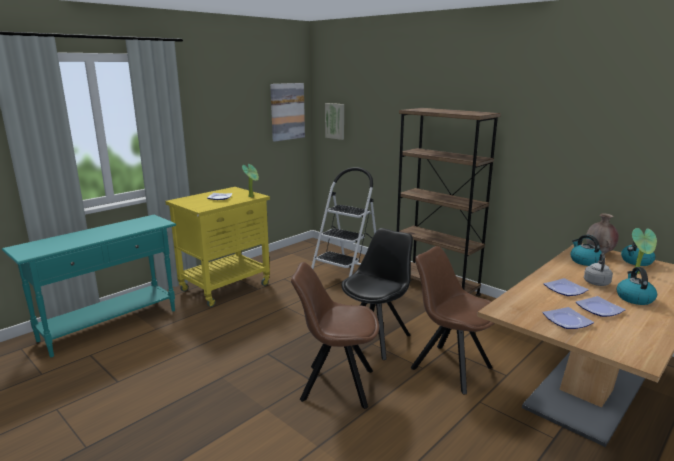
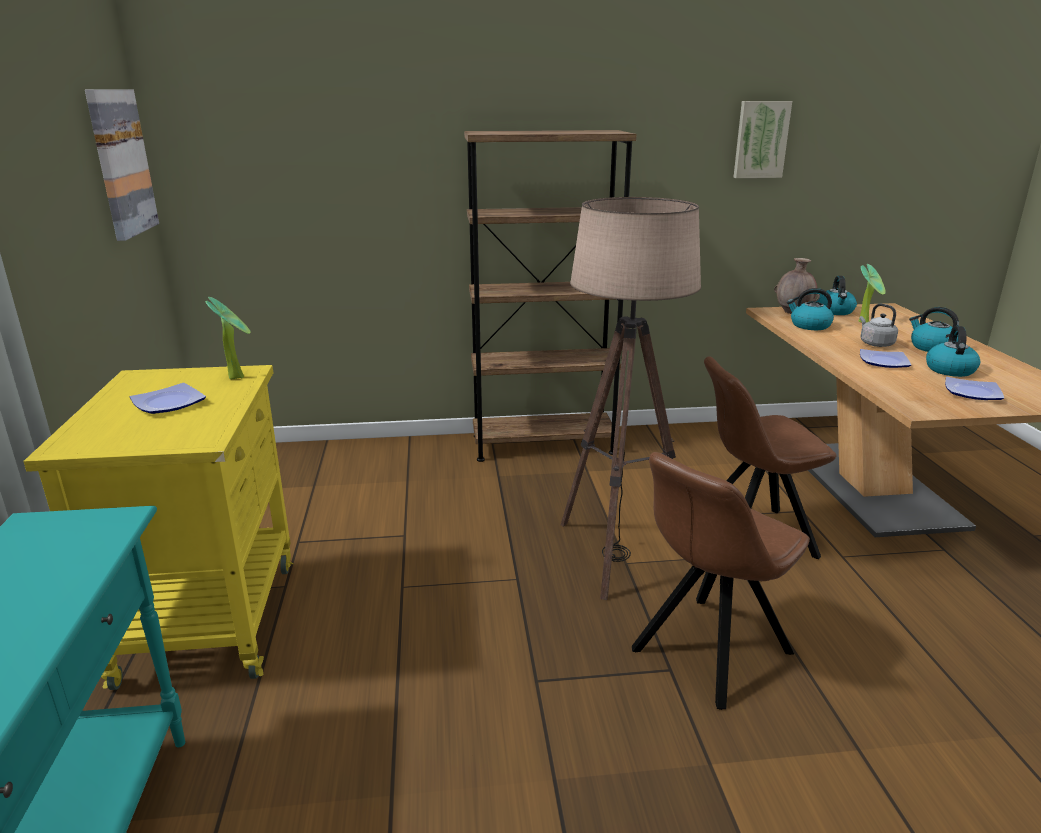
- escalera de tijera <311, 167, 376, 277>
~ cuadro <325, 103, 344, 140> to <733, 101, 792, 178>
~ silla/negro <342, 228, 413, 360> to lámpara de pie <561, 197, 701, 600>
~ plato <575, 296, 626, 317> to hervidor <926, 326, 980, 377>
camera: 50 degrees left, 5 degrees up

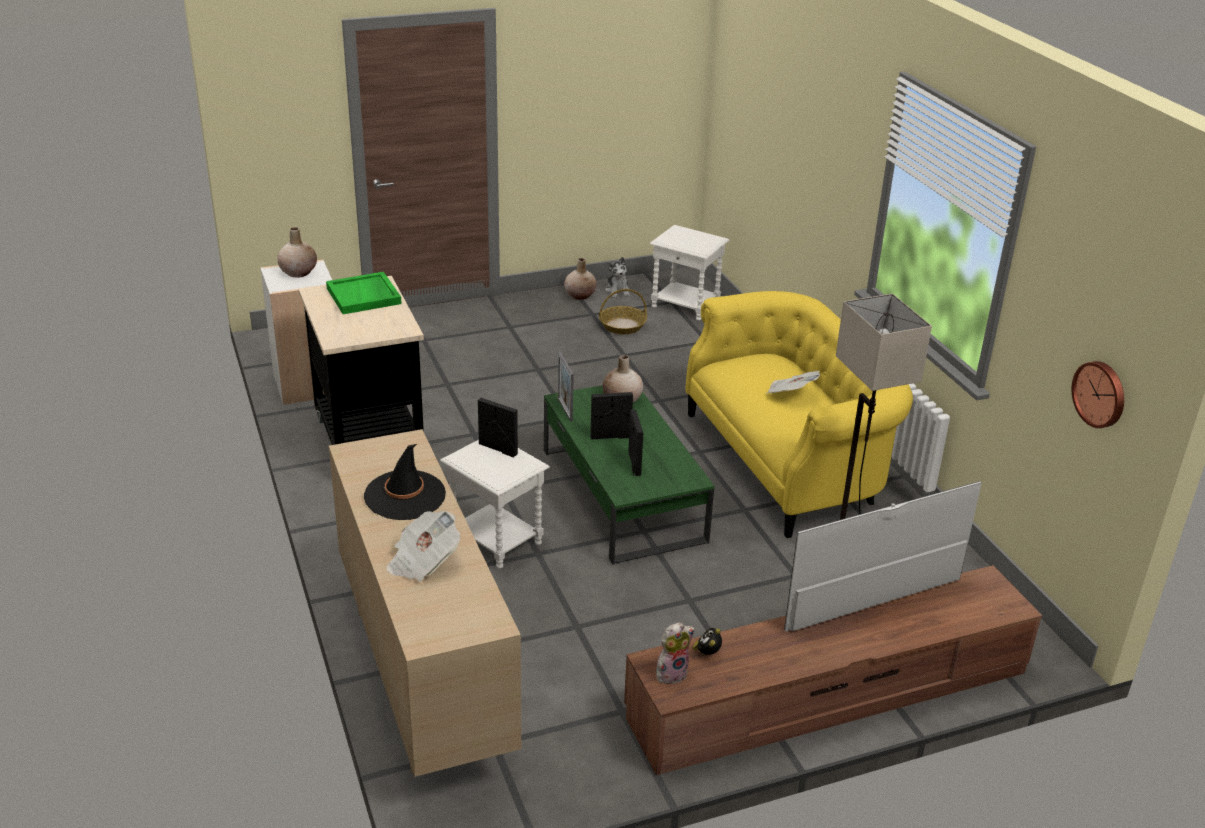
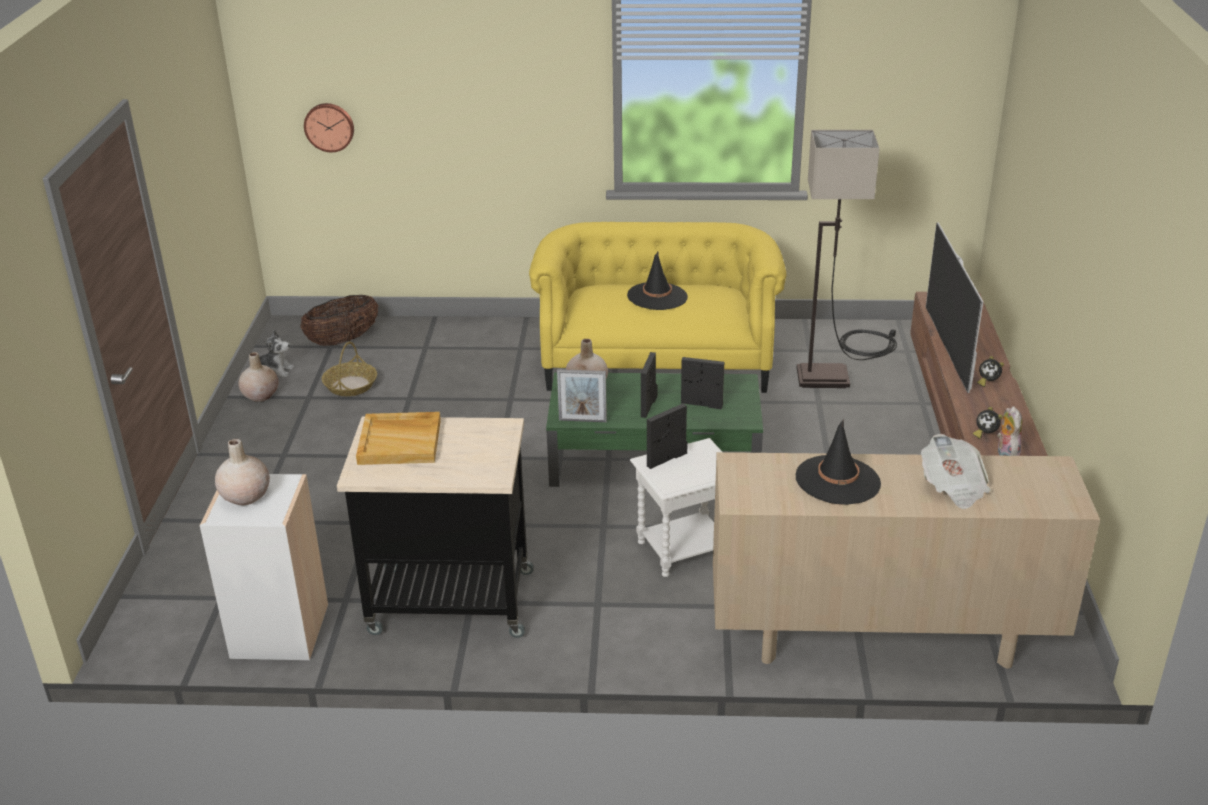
~ bandeja/verde <326, 272, 402, 314> to bandeja/beis <356, 412, 441, 465>
~ mesa auxiliar/blanco <650, 225, 729, 320> to cesta <300, 295, 378, 346>
~ periódico <767, 371, 820, 393> to sombrero/negro <627, 252, 688, 310>
~ reloj de pared <1072, 361, 1124, 428> to <304, 103, 354, 152>
+ despertador <977, 356, 1004, 387>
camera: 65 degrees left, 0 degrees up

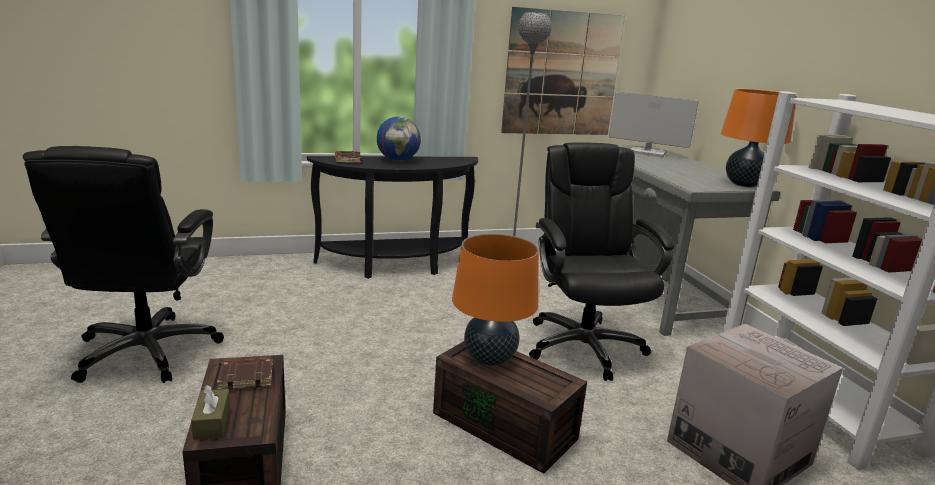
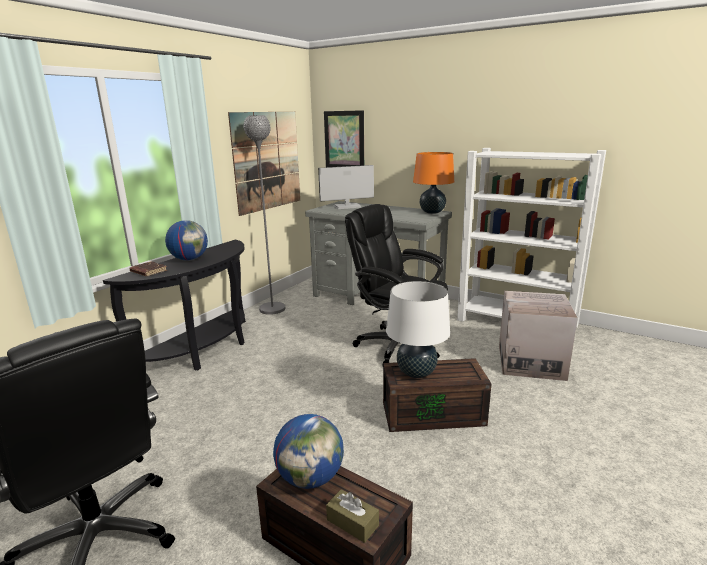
~ libro/marrón <217, 358, 272, 390> to globo terráqueo <273, 414, 344, 489>
~ lámpara de mesa/naranja <452, 234, 539, 365> to lámpara de mesa/blanco <386, 281, 450, 378>
+ cuadro <324, 110, 364, 167>
camera: 40 degrees left, 0 degrees up

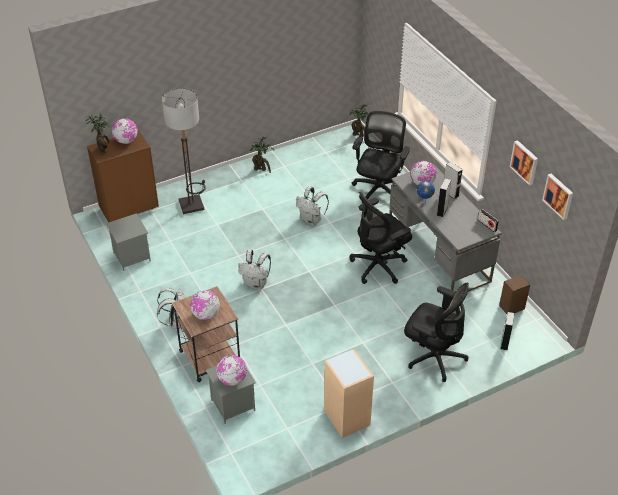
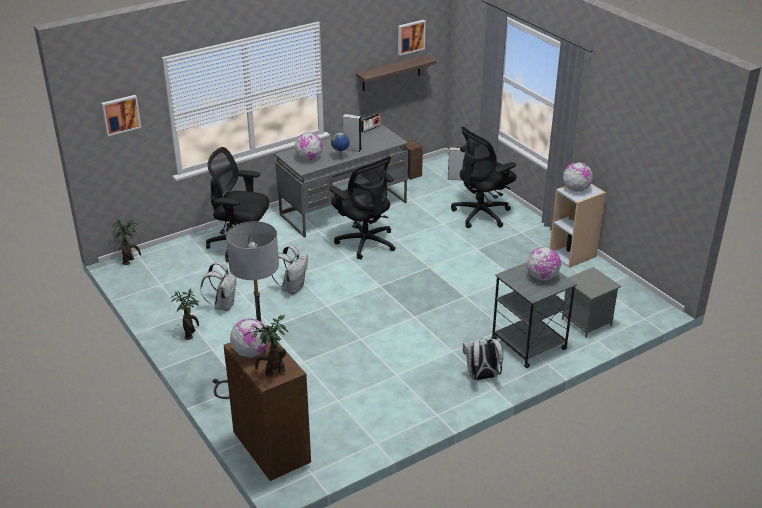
- mesita de noche/gris <106, 213, 151, 271>
~ carrito/marrón <172, 286, 240, 382> to carrito/gris <491, 262, 577, 368>
~ globo terráqueo <216, 355, 247, 386> to <563, 162, 593, 192>
~ mochila/blanco <238, 250, 271, 289> to <200, 262, 237, 311>
~ silla de oficina/negro <404, 283, 469, 382> = <451, 127, 517, 228> 150 degrees counterclockwise
- altavoz/gris <444, 162, 463, 199>
~ cuadro <510, 140, 538, 186> to <101, 95, 141, 136>
+ estante <356, 55, 437, 91>
camera: 95 degrees left, 10 degrees down

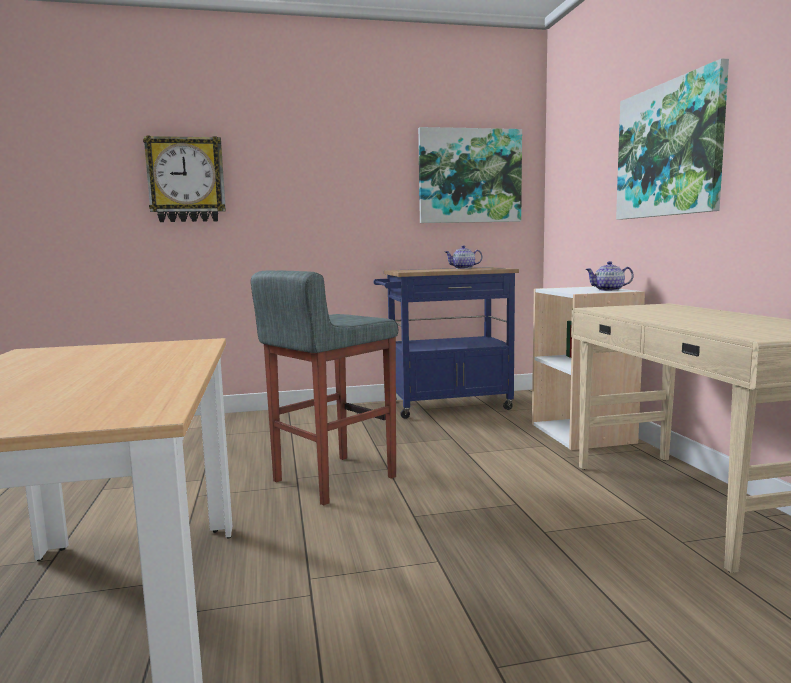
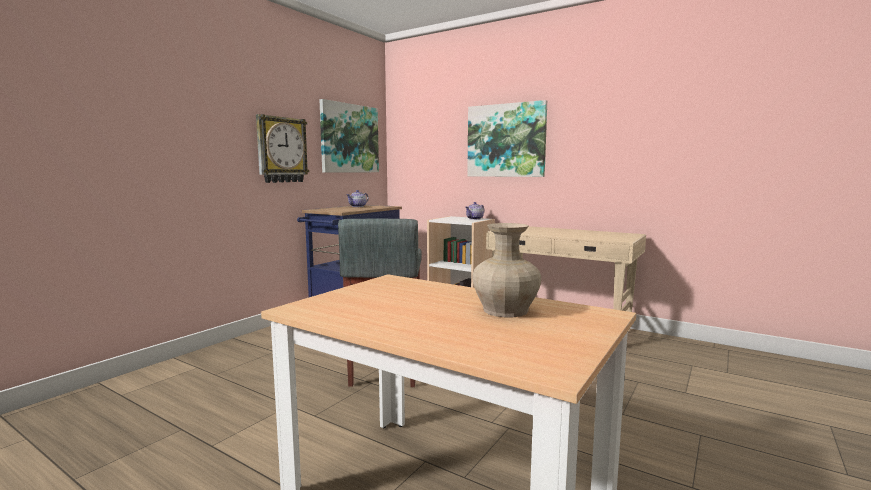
~ reloj de pared <143, 135, 226, 222> to <256, 114, 309, 183>
+ florero/beis <472, 223, 541, 317>
camera: 45 degrees left, 0 degrees up

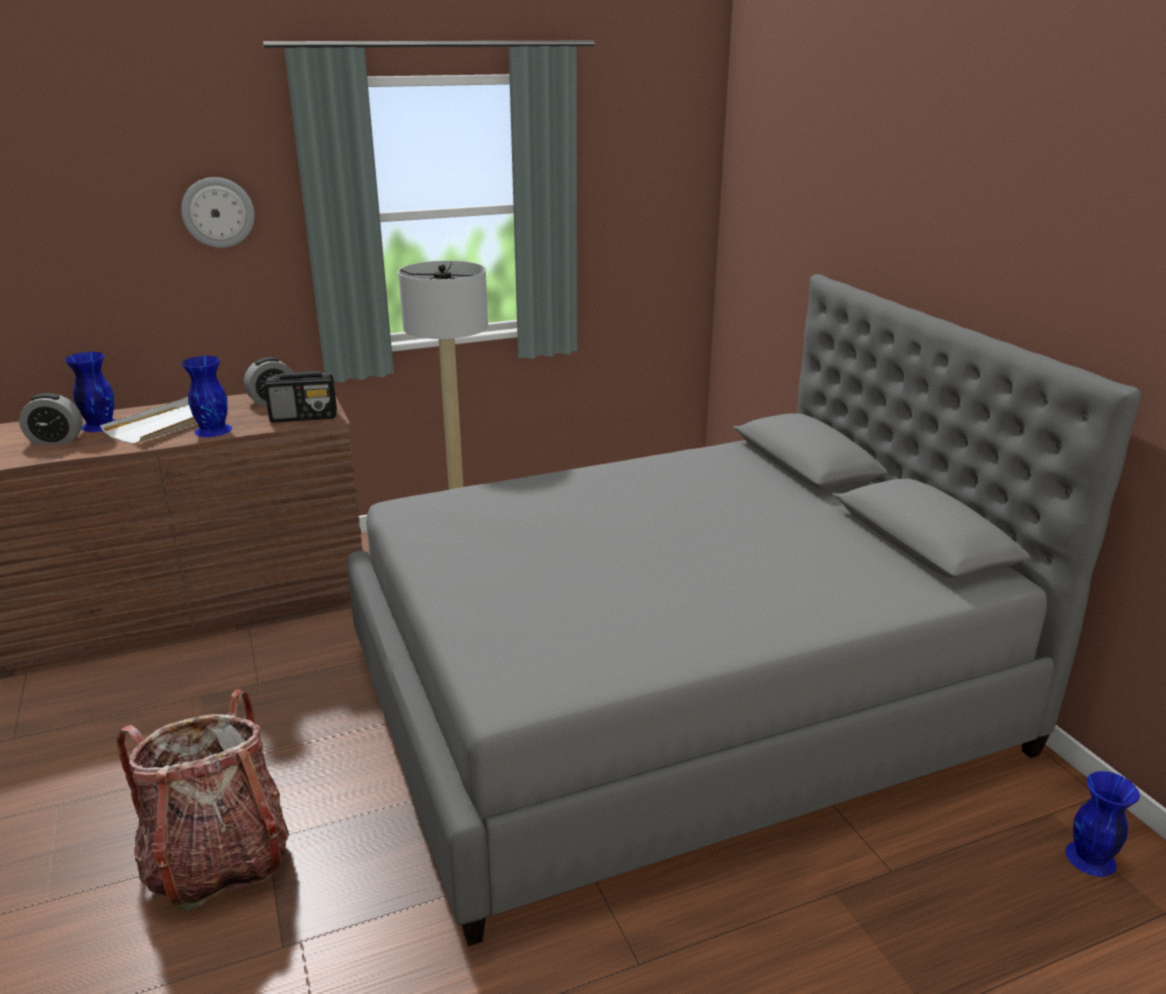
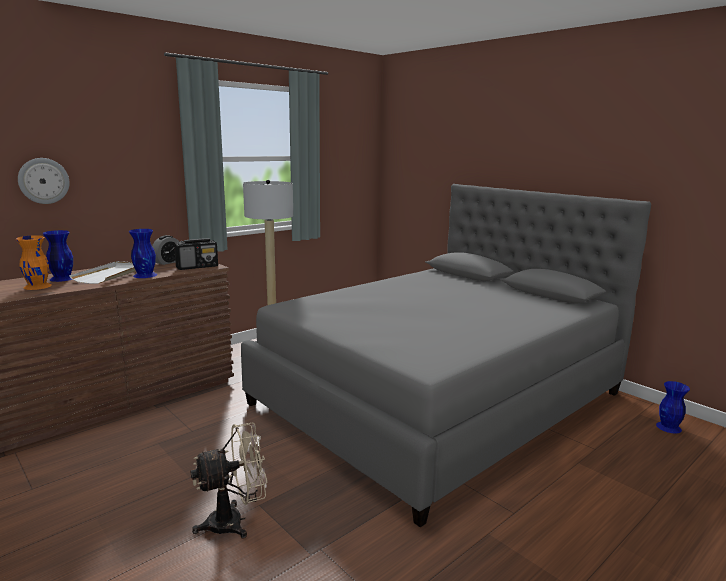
~ despertador <19, 393, 83, 445> to florero/naranja <16, 235, 52, 290>
~ mochila <116, 689, 289, 911> to ventilador/beis <191, 422, 267, 539>
~ reloj de pared <181, 177, 255, 248> to <18, 158, 70, 204>
camera: 20 degrees left, 10 degrees down

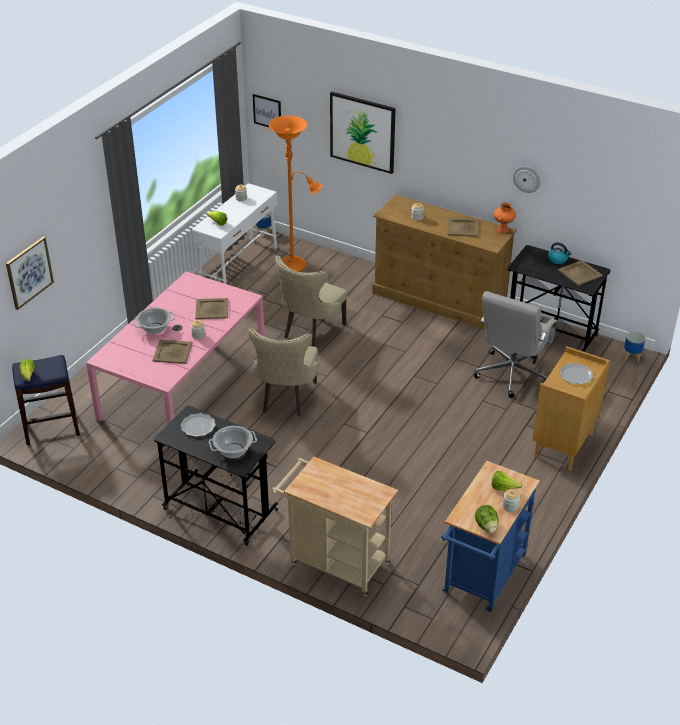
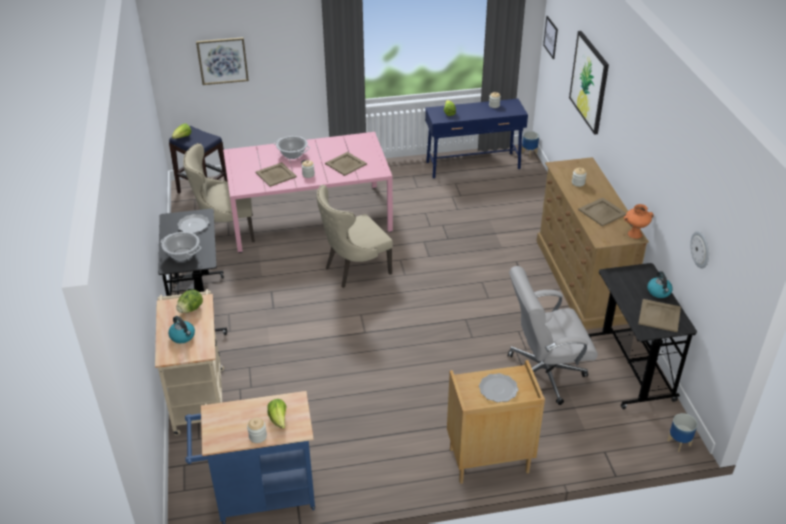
~ mesa consola/blanco <192, 183, 277, 284> to mesa consola/azul <425, 99, 528, 179>
- lámpara de pie/naranja <269, 116, 323, 272>
~ silla/beis <275, 256, 347, 347> to <183, 143, 255, 242>
~ lechuga <475, 505, 499, 533> to <177, 289, 203, 313>
~ reloj de pared <513, 166, 541, 193> to <690, 231, 709, 269>
+ hervidor <168, 316, 195, 343>
camera: 50 degrees right, 0 degrees up

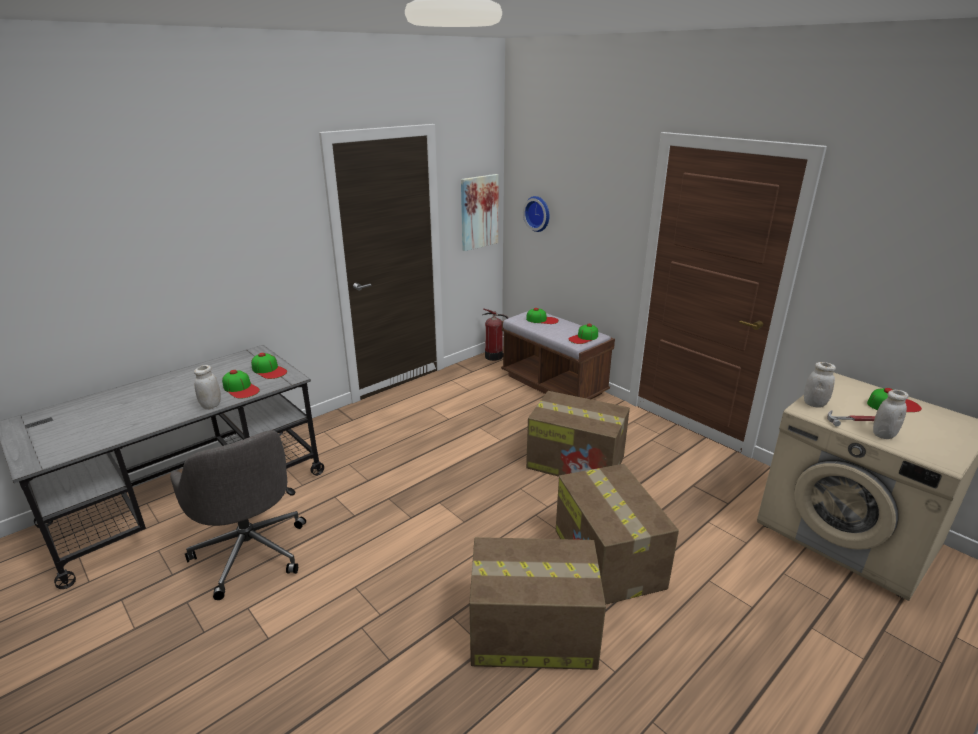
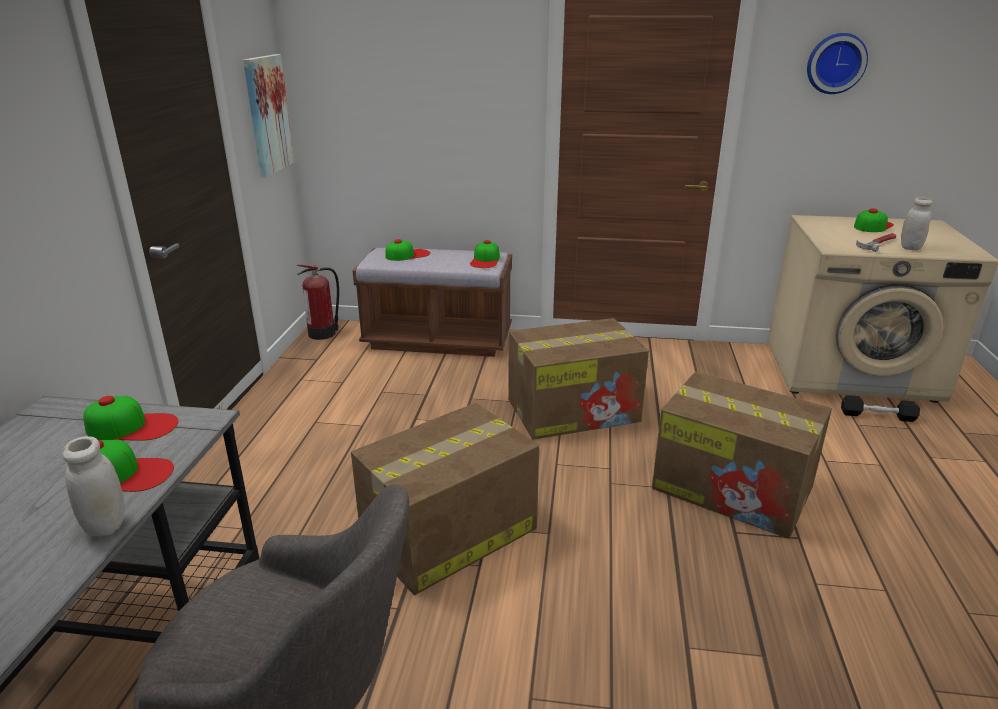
~ caja de cartón <469, 537, 606, 670> to <351, 403, 539, 595>
~ reloj de pared <523, 196, 549, 232> to <807, 33, 868, 94>
- tarro/blanco <804, 362, 836, 408>
+ mancuerna/negro <841, 395, 920, 422>
camera: 40 degrees left, 0 degrees up

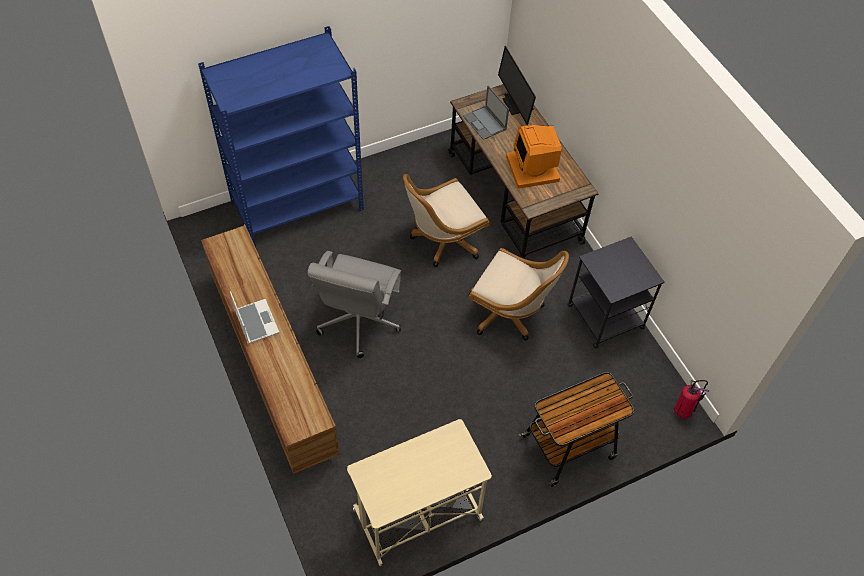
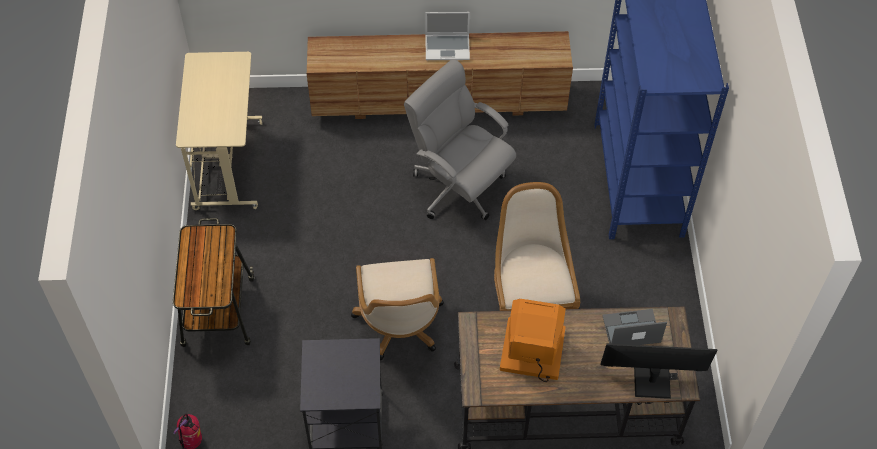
~ silla de oficina <468, 248, 569, 340> = <351, 258, 444, 361> 60 degrees counterclockwise
camera: 115 degrees right, 0 degrees up

